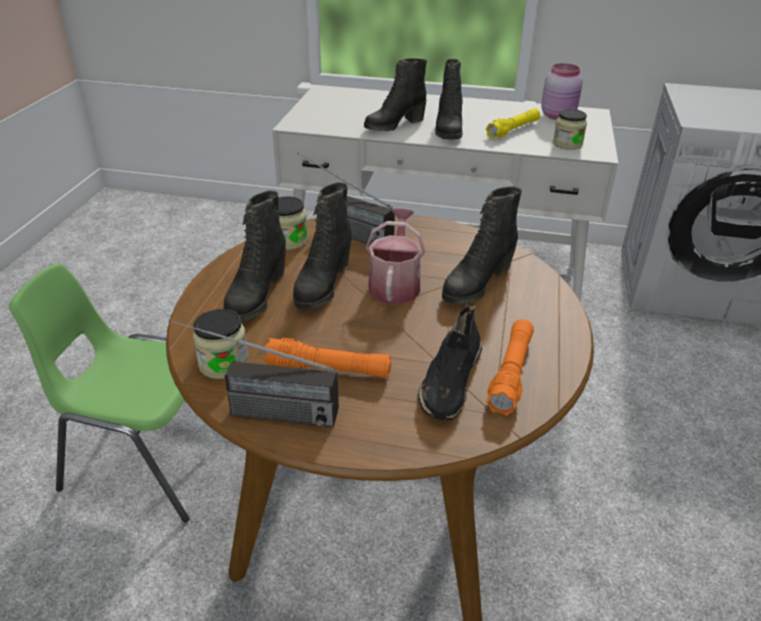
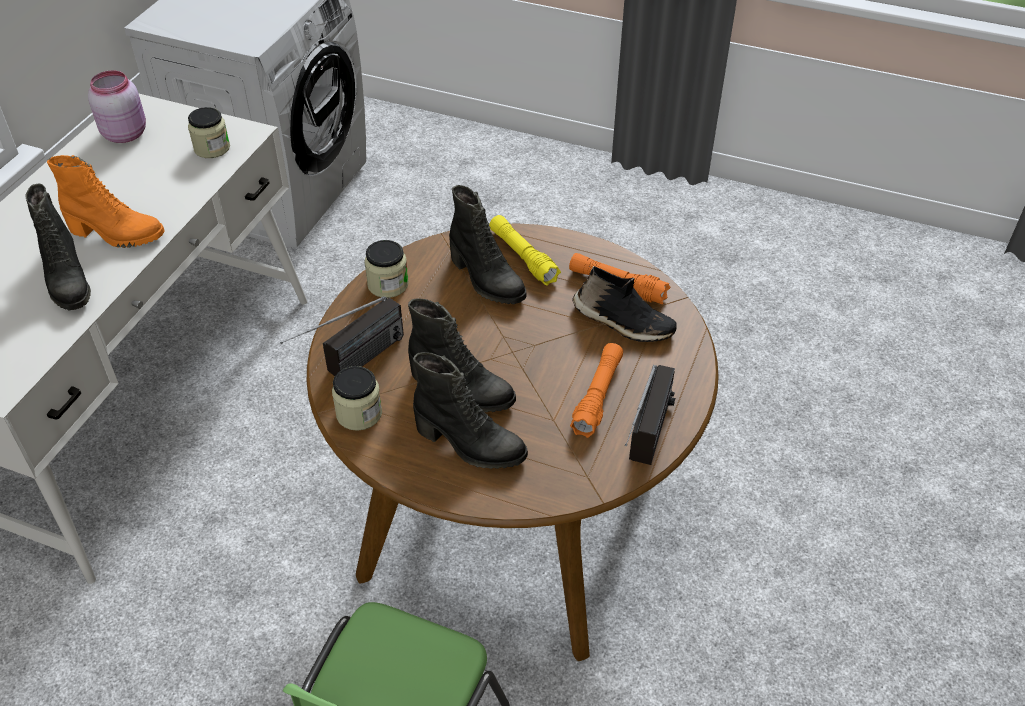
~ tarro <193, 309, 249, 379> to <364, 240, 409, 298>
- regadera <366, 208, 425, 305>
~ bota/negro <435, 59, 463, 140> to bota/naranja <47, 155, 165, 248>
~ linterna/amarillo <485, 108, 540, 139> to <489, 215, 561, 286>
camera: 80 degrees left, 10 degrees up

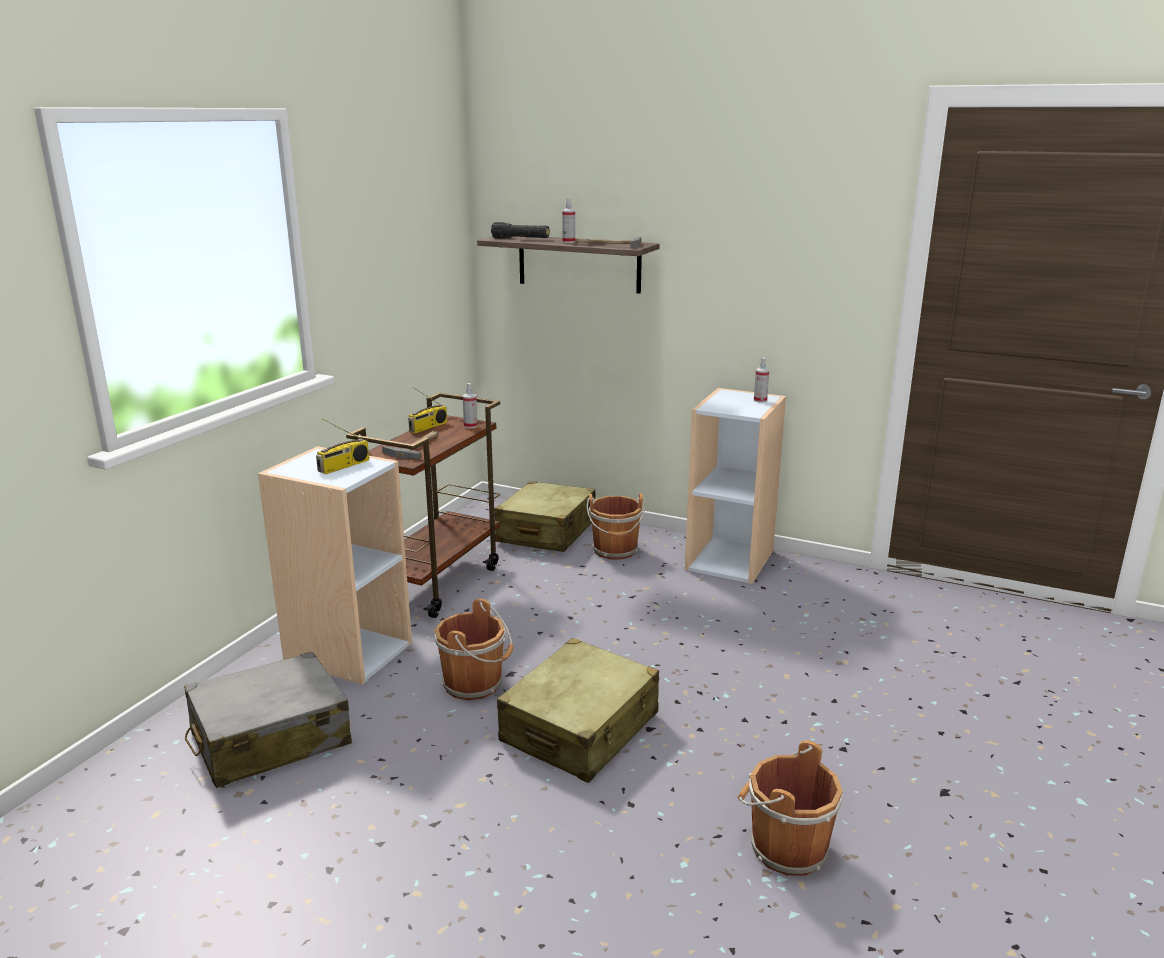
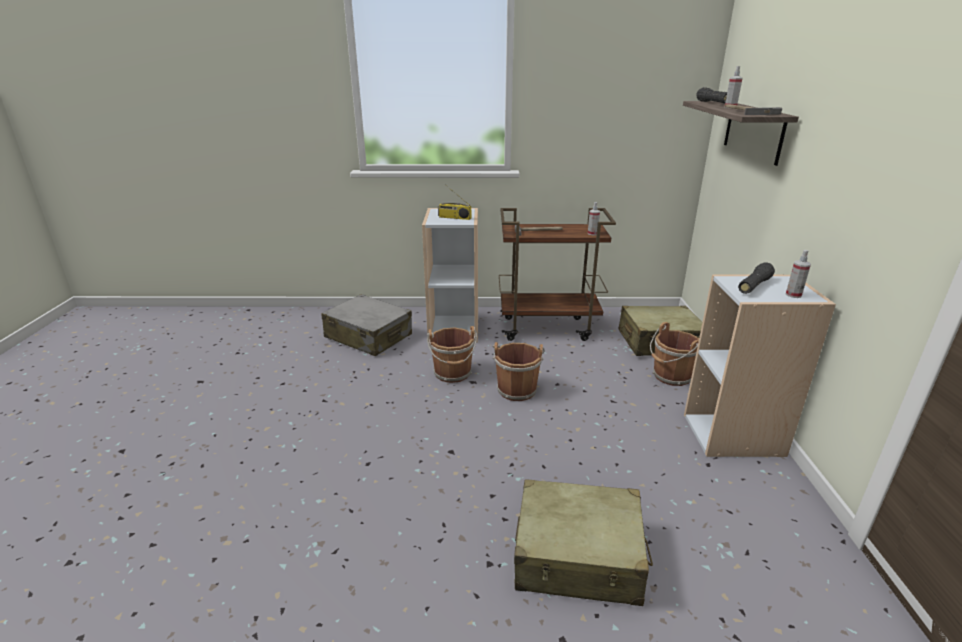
- radio <408, 387, 447, 433>
~ maleta/beis <497, 638, 659, 783> to <514, 479, 653, 606>
~ cubo/marrón <738, 740, 843, 876> to <492, 342, 545, 401>
+ linterna/negro <738, 262, 775, 294>
camera: 65 degrees right, 5 degrees up

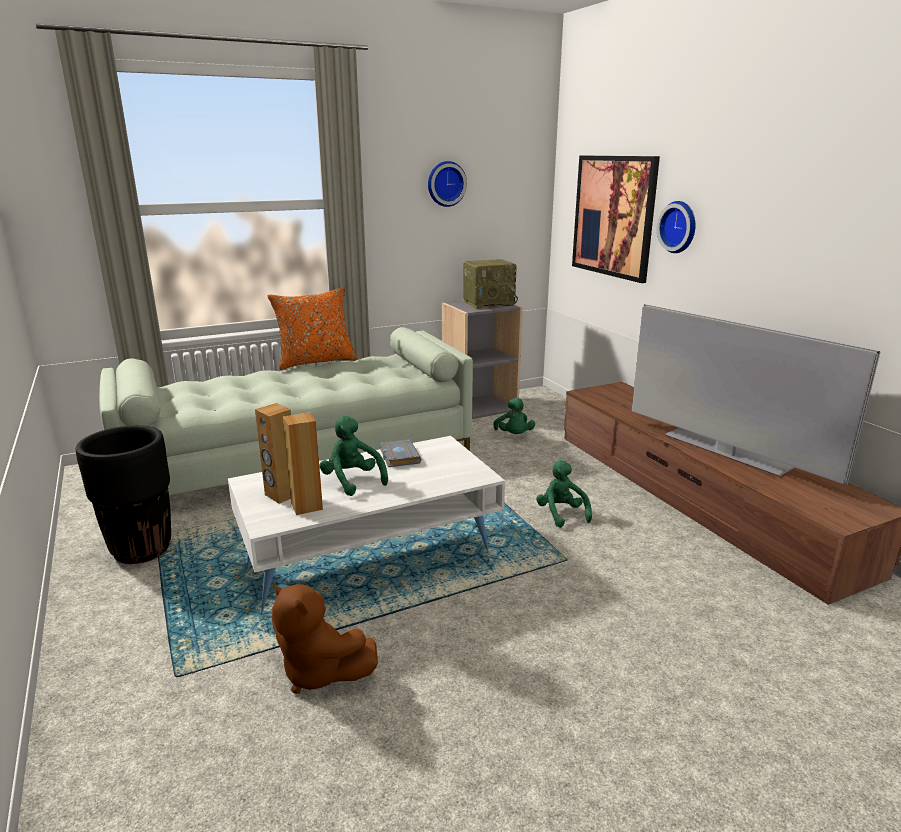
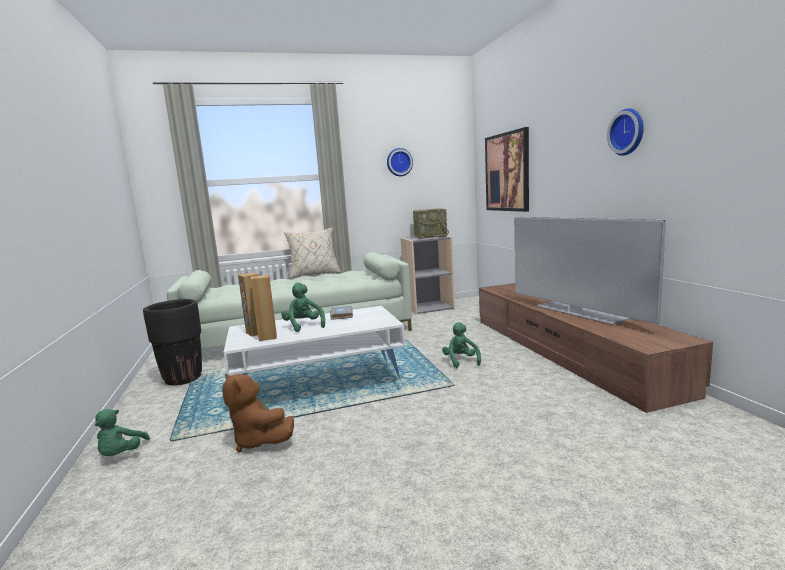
~ cojín/naranja <267, 287, 357, 370> to cojín/beis <284, 227, 341, 278>
~ peluche/verde <493, 398, 535, 434> to <95, 409, 150, 456>
~ reloj de pared <657, 201, 696, 253> to <607, 108, 644, 156>
camera: 10 degrees right, 10 degrees down

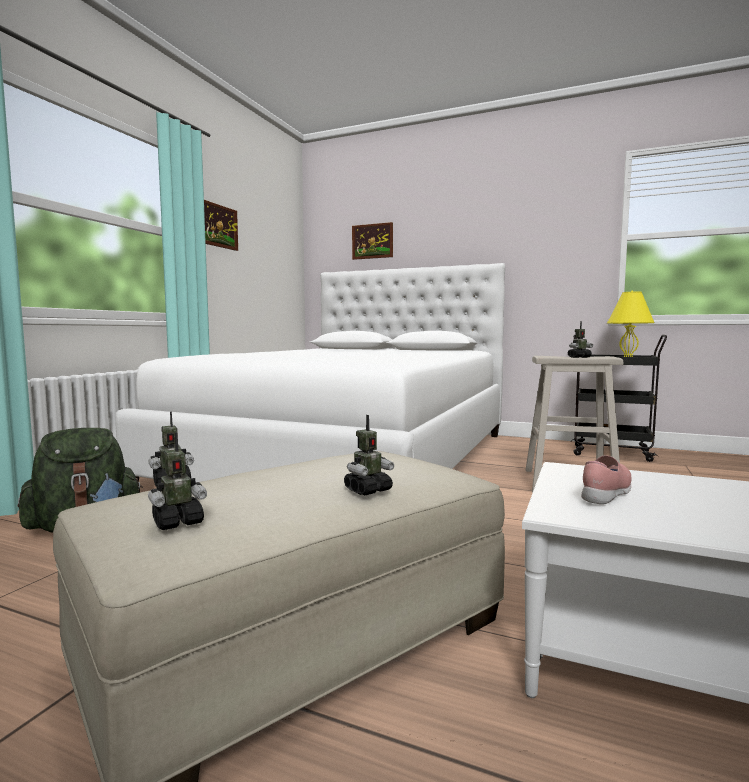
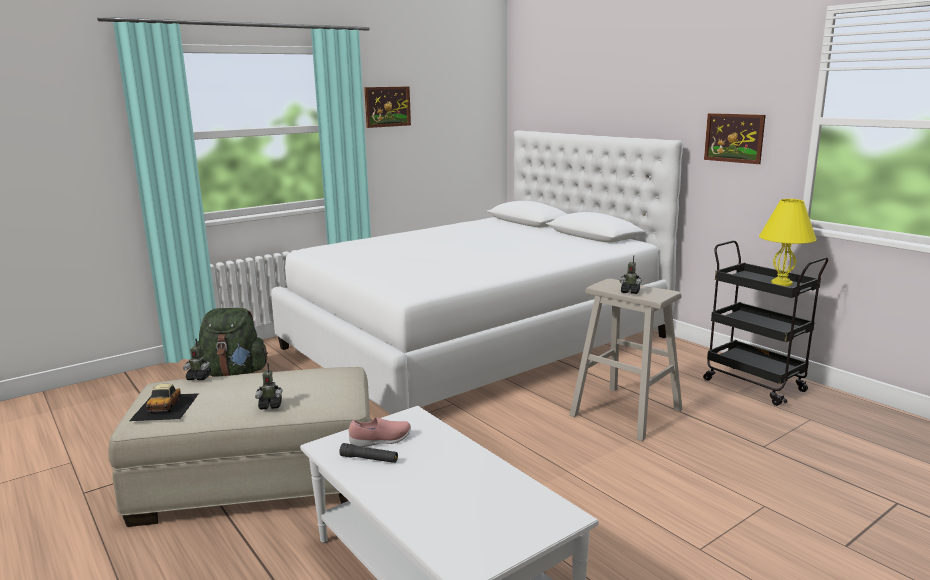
~ robot de juguete <148, 432, 207, 530> to coche de juguete <129, 384, 199, 421>
~ cuadro <352, 222, 393, 260> to <704, 113, 766, 164>
+ linterna/negro <339, 443, 398, 463>
camera: 30 degrees right, 10 degrees up

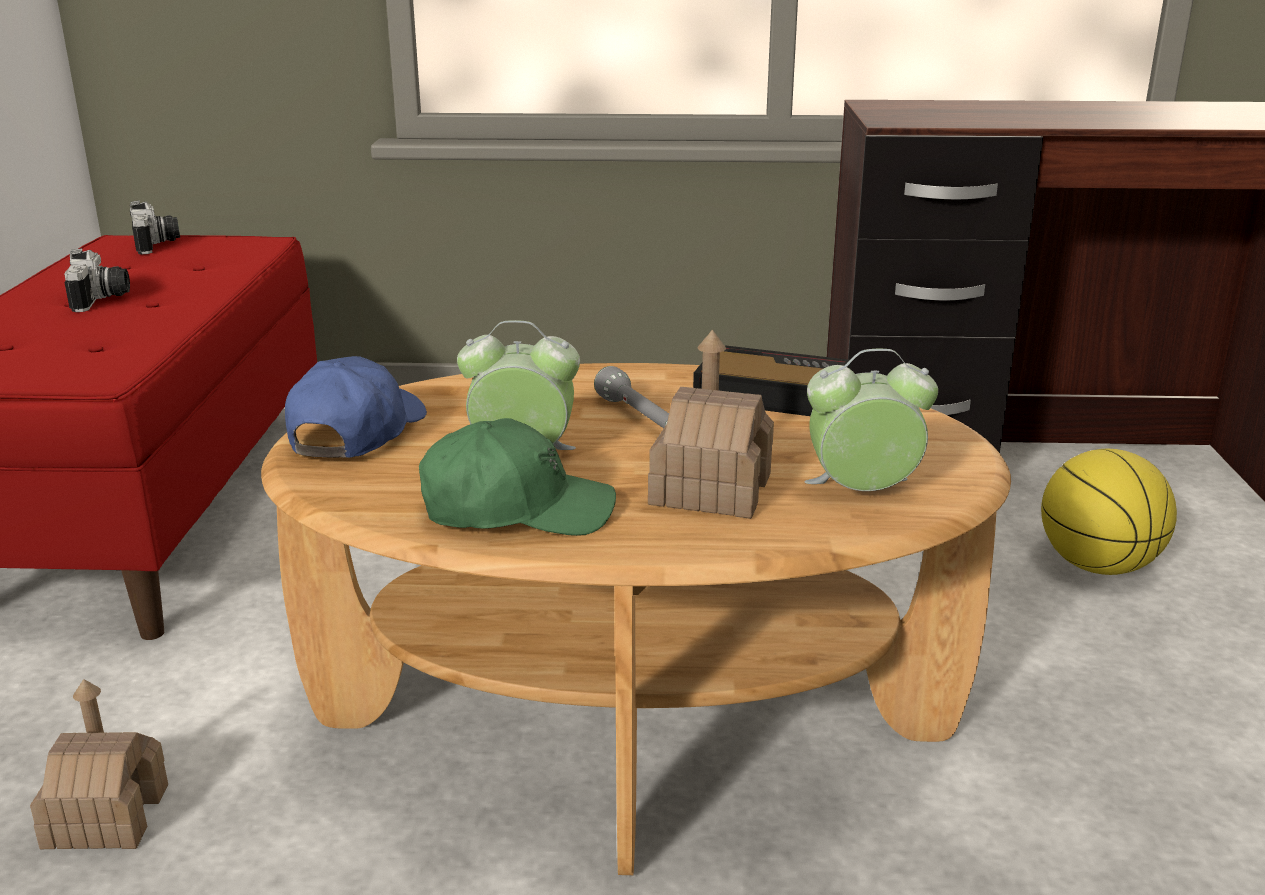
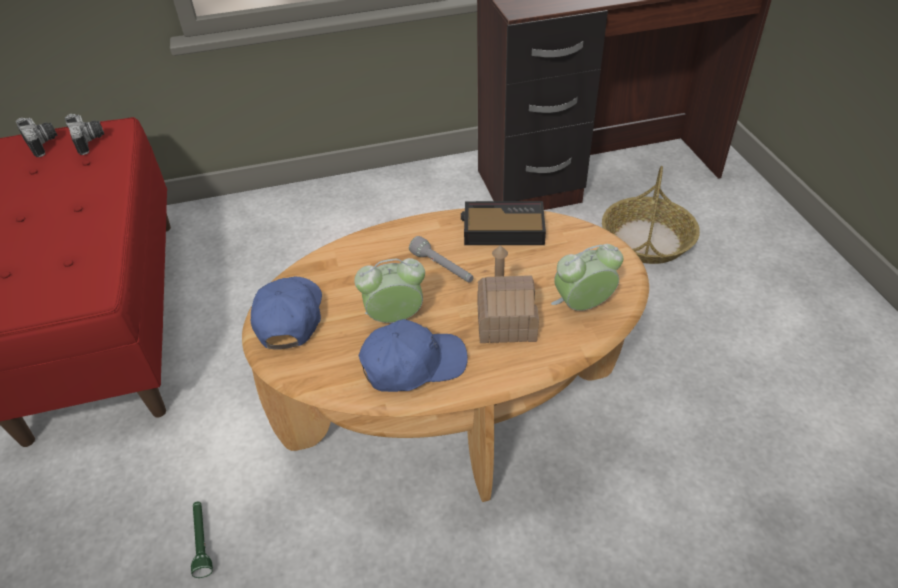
~ casita <30, 679, 168, 849> to linterna/verde <191, 502, 213, 578>
~ cámara <64, 248, 130, 312> to <65, 114, 104, 155>
~ gorra/verde <419, 418, 616, 536> to gorra/azul <358, 319, 468, 392>
~ balón de baloncesto <1041, 448, 1177, 575> to cesta <602, 166, 700, 264>
camera: 15 degrees left, 20 degrees up

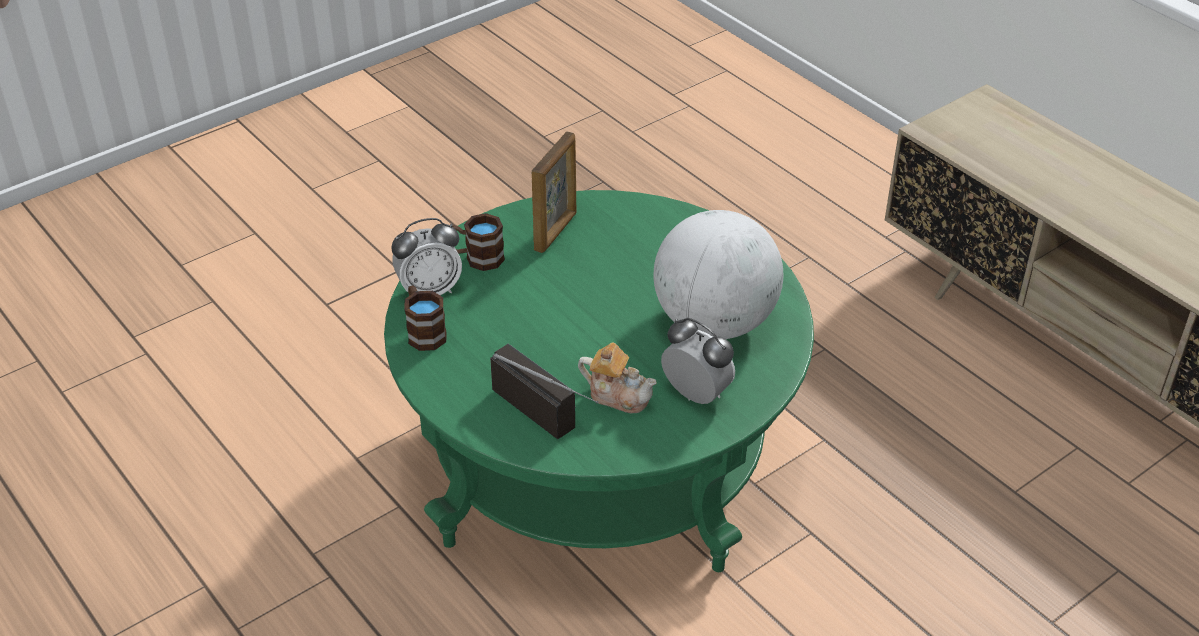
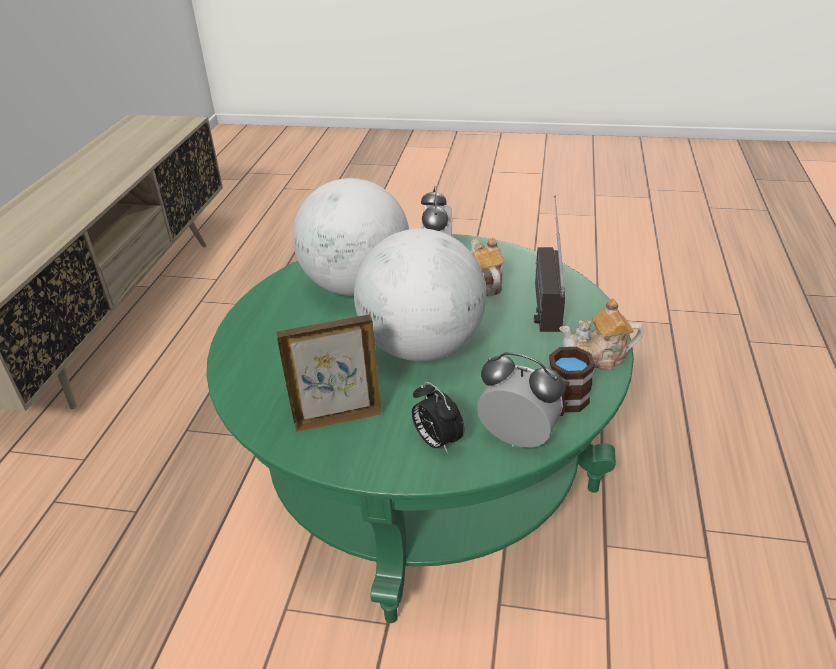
~ taza grande/marrón <452, 213, 505, 271> to despertador <412, 382, 464, 454>
+ globo terráqueo <354, 228, 487, 361>
+ tetera <559, 298, 643, 370>
camera: 130 degrees left, 5 degrees down

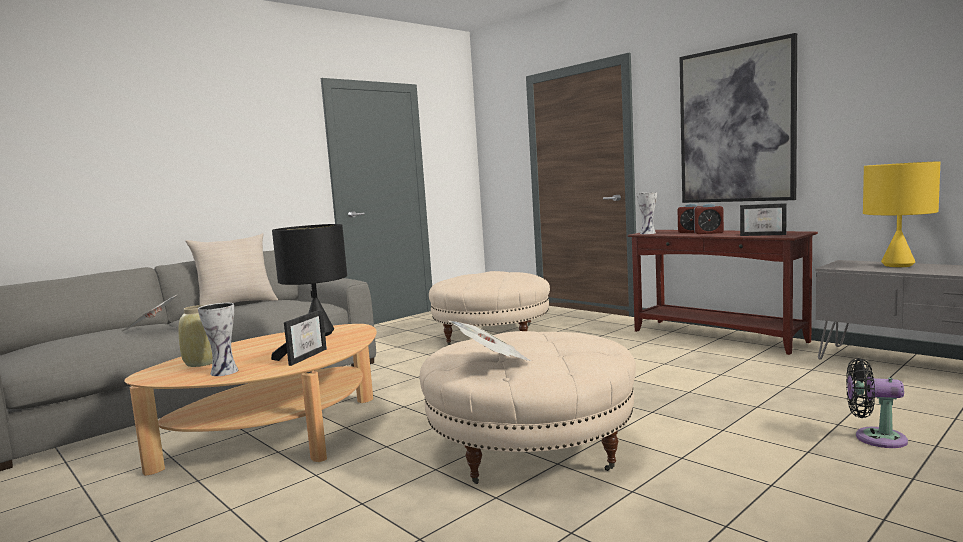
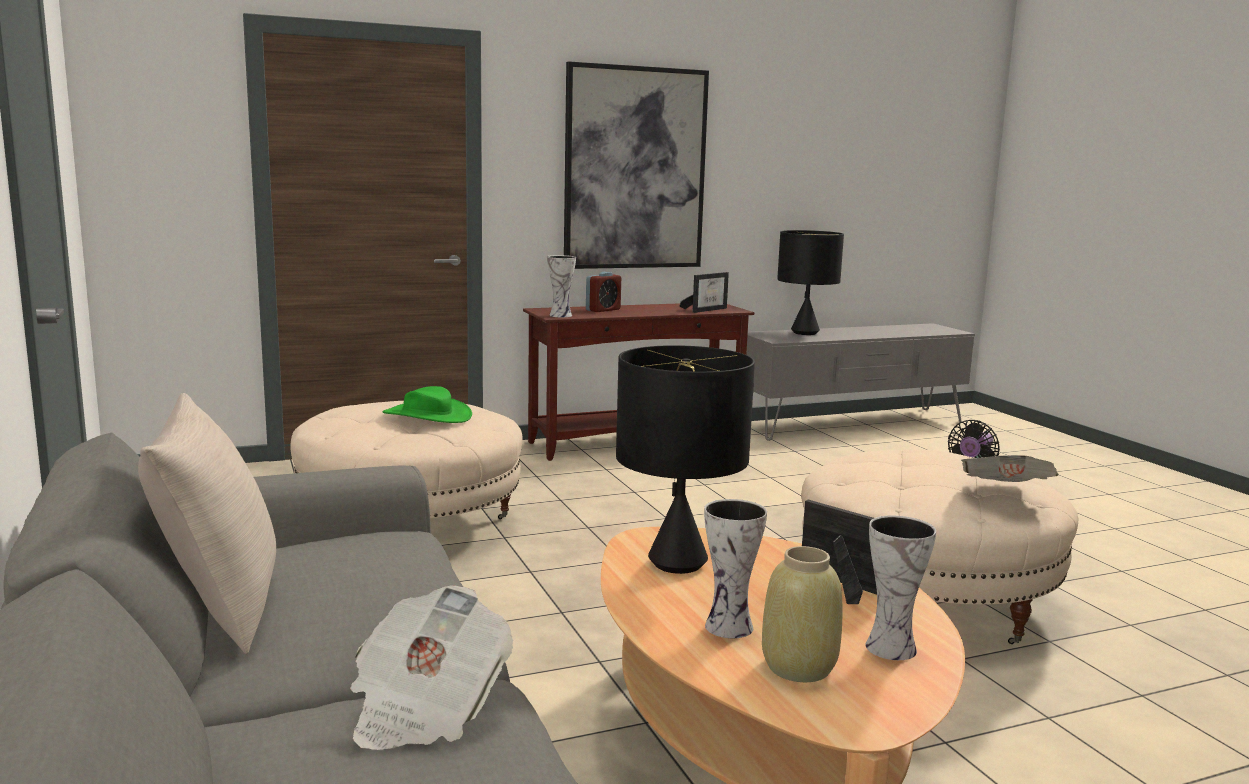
- despertador <694, 204, 724, 234>
~ lámpara de mesa/amarillo <863, 161, 940, 267> to lámpara de mesa/negro <777, 230, 844, 335>
+ sombrero/verde <382, 386, 472, 423>
+ florero <704, 499, 767, 638>
camera: 70 degrees left, 5 degrees up

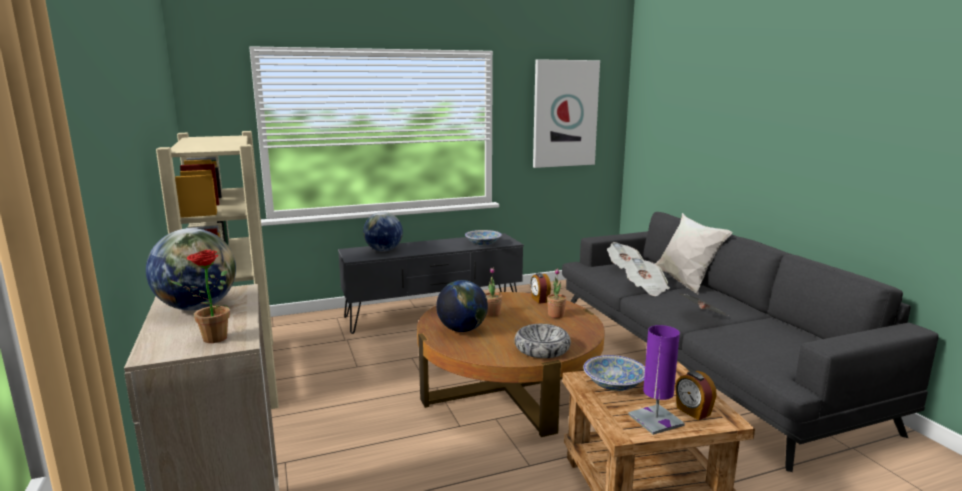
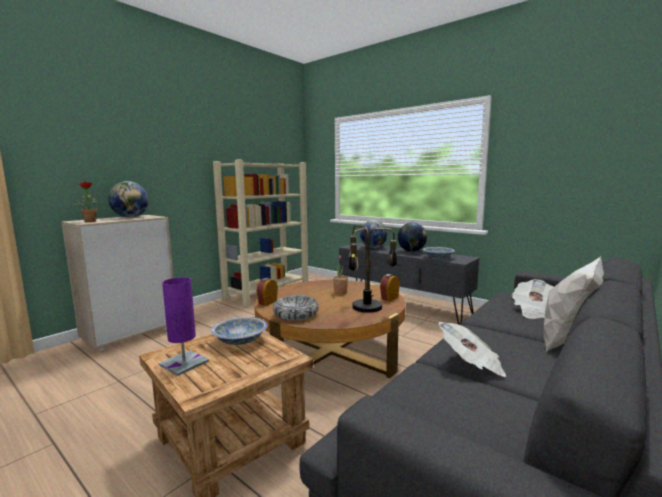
~ globo terráqueo <436, 280, 488, 332> to <398, 223, 427, 252>
- cuadro <533, 59, 600, 168>
~ planta en maceta <547, 268, 567, 318> to lámpara de mesa <349, 225, 397, 313>
- periódico <624, 257, 670, 296>
~ despertador <675, 371, 717, 421> to <256, 278, 278, 306>
camera: 60 degrees right, 5 degrees down

